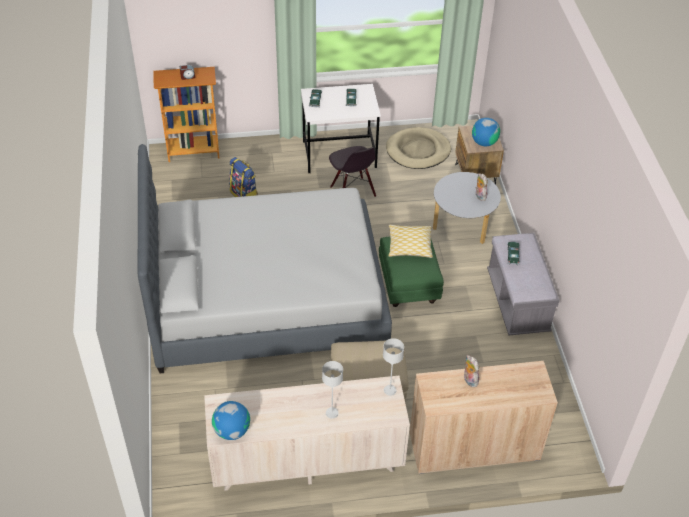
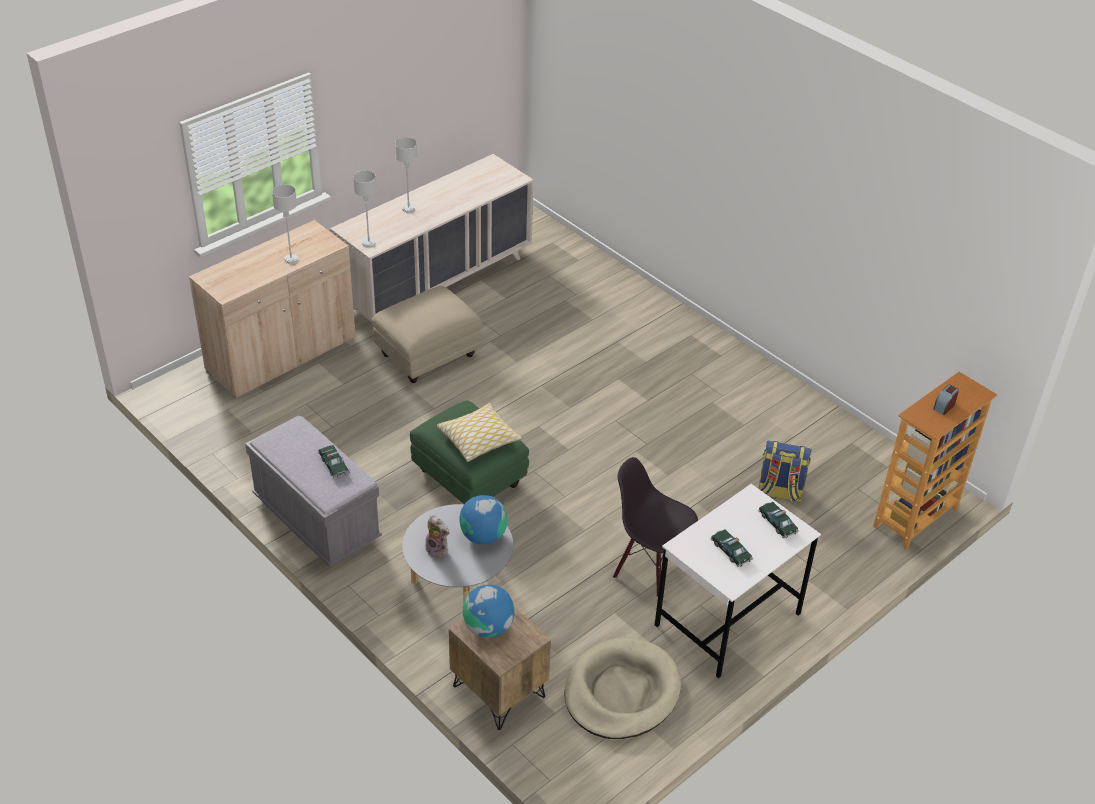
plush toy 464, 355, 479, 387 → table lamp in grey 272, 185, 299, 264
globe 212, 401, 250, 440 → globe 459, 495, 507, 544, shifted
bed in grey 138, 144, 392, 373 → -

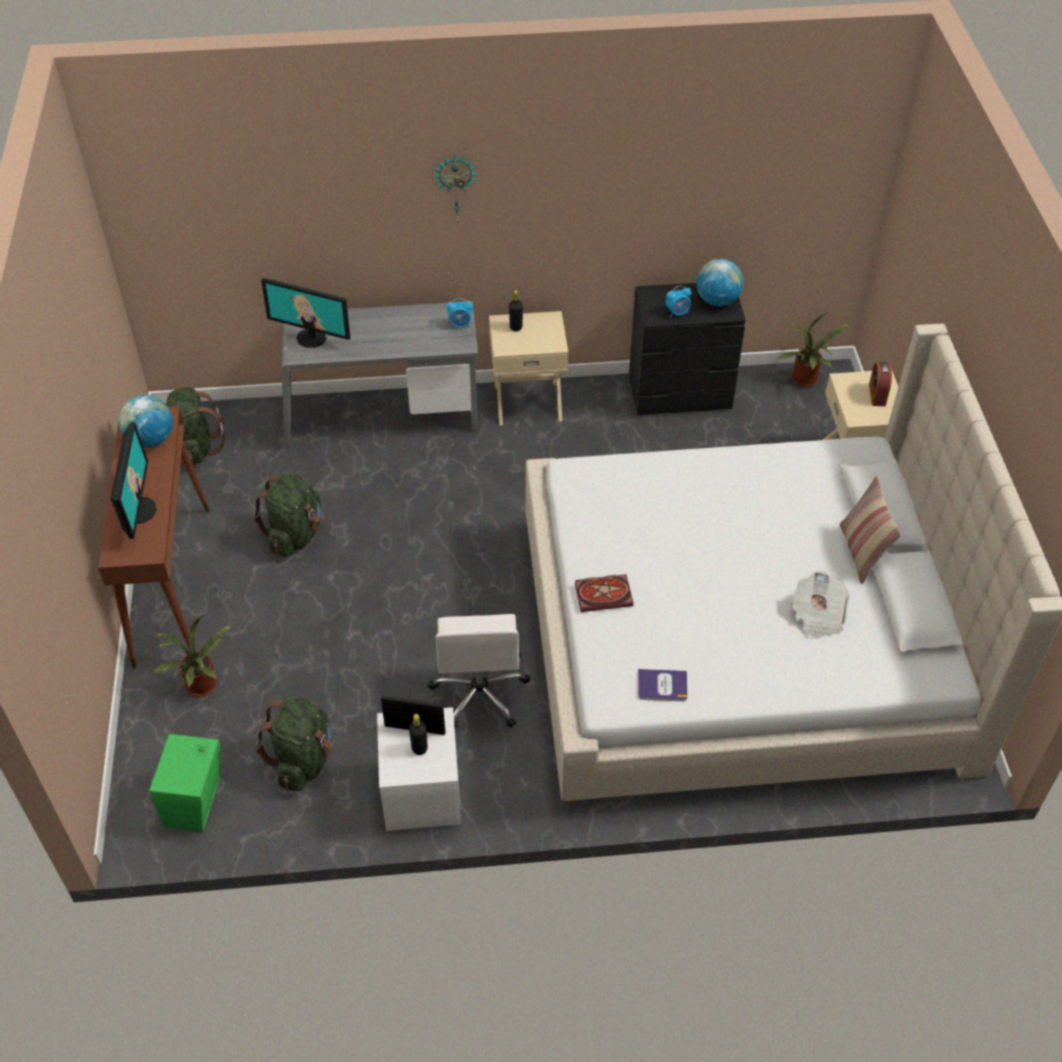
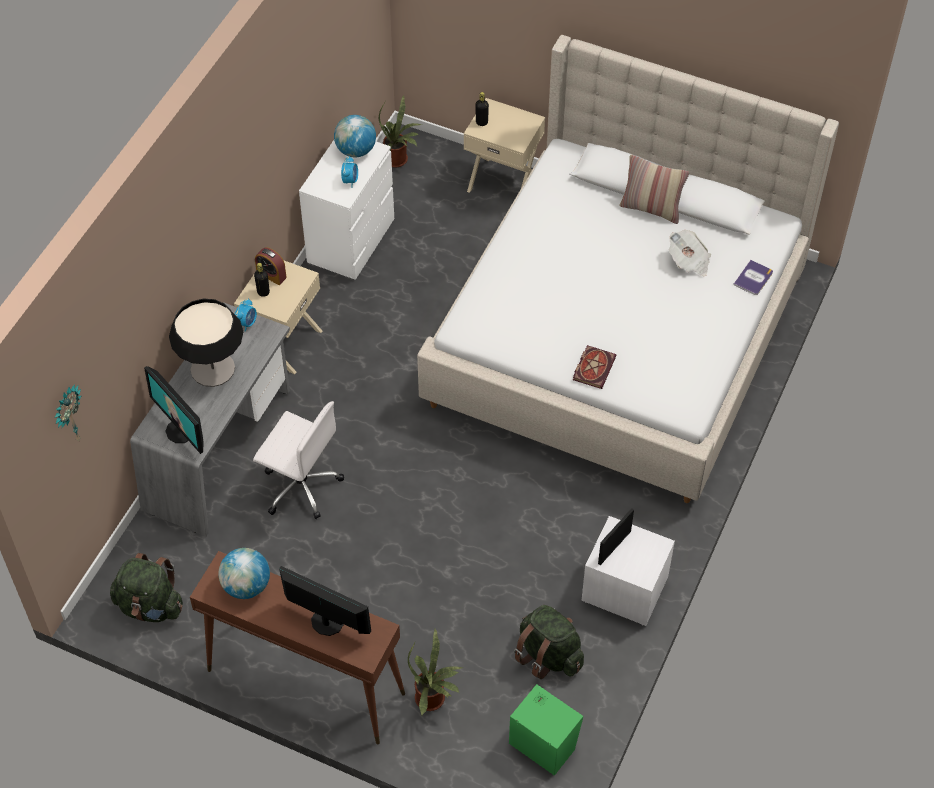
wall clock 433, 155, 478, 224 → wall clock 55, 384, 82, 441, shifted
monitor 261, 278, 350, 348 → monitor 144, 366, 204, 454, 90 degrees clockwise
- → table lamp 169, 298, 243, 387
office chair in white 428, 614, 530, 729 → office chair in white 253, 401, 344, 519, shifted
alarm clock 869, 362, 892, 406 → alarm clock 255, 247, 287, 285, shifted
dresser in black 629, 283, 746, 415 → dresser in white 299, 140, 394, 280
bottle in black 409, 714, 428, 755 → bottle in black 475, 92, 489, 126, shifted
book 638, 669, 688, 701 → book 733, 260, 773, 295, shifted
backpack in green 254, 473, 322, 557 → -

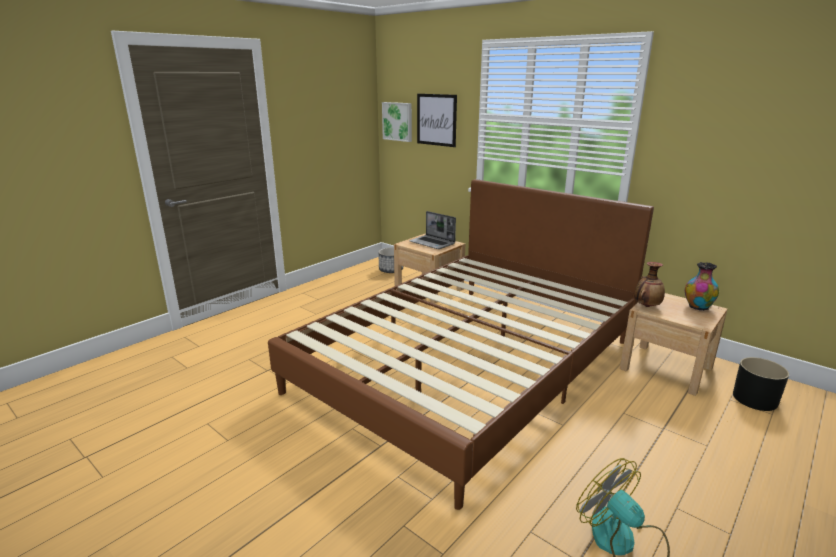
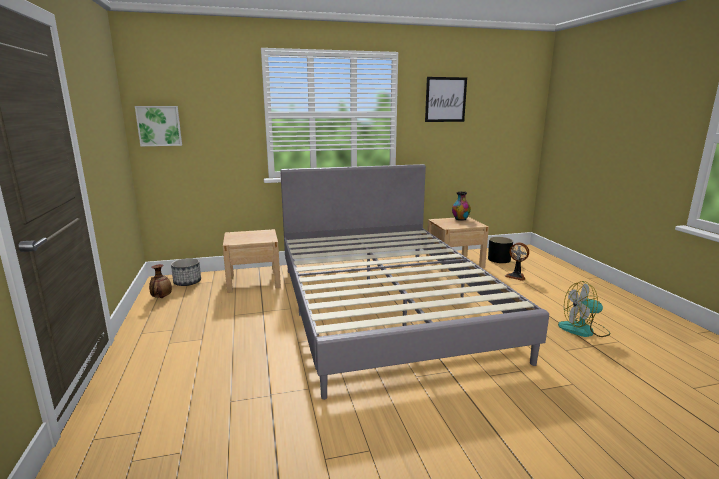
vase 634, 262, 665, 307 → vase 149, 264, 172, 298, shifted
bed in brown 268, 179, 654, 510 → bed in grey 280, 164, 549, 400
picture 417, 94, 457, 147 → picture 425, 77, 467, 122, shifted
- → fan 505, 242, 529, 281
laptop 409, 211, 456, 249 → -

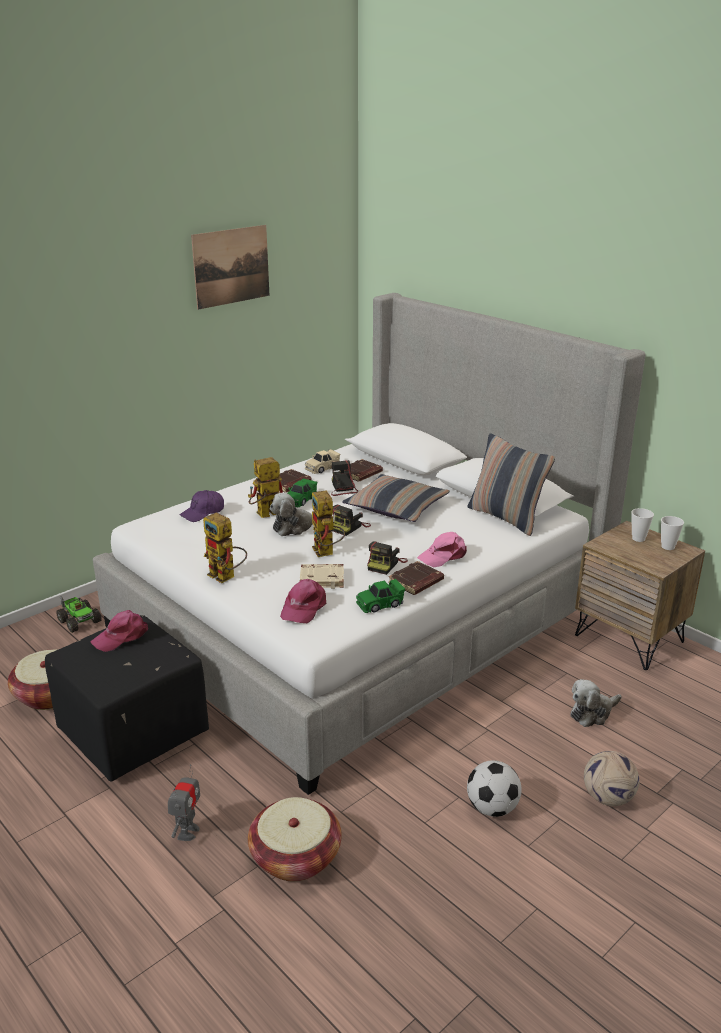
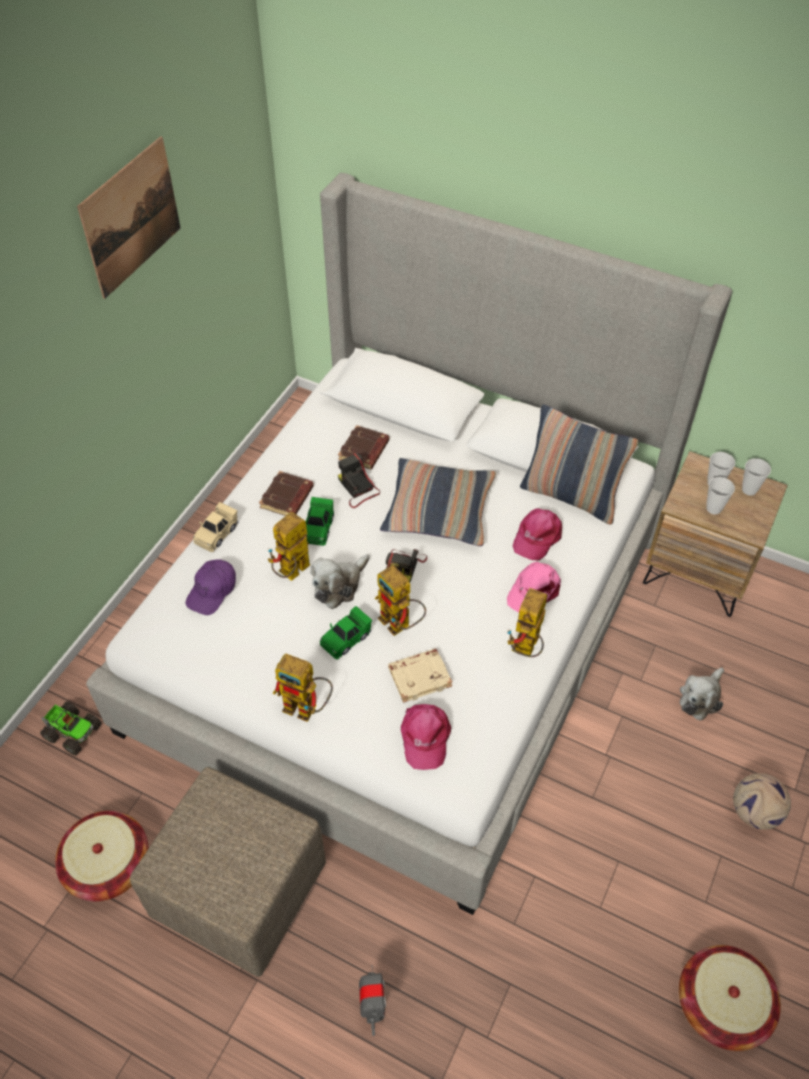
ottoman in black 45, 615, 209, 781 → ottoman in beige 130, 767, 326, 977
toy car in beige 305, 449, 340, 474 → toy car in beige 193, 502, 238, 552, shifted
toy car in green 356, 579, 405, 613 → toy car in green 320, 606, 372, 659, shifted
book in brown 388, 561, 444, 595 → toy robot 507, 588, 548, 657
cap in pink 90, 610, 148, 652 → cap in pink 513, 508, 562, 560, shifted
basket 248, 797, 342, 882 → basket 679, 945, 781, 1051, shifted
- → cup 706, 477, 735, 515
photo camera 367, 542, 408, 575 → -
football 467, 760, 522, 817 → -

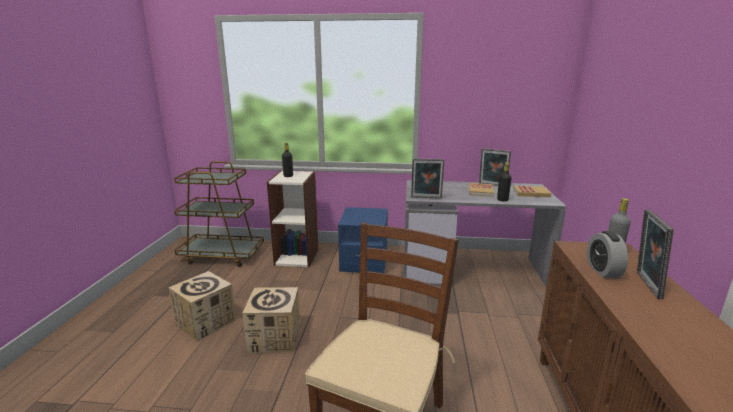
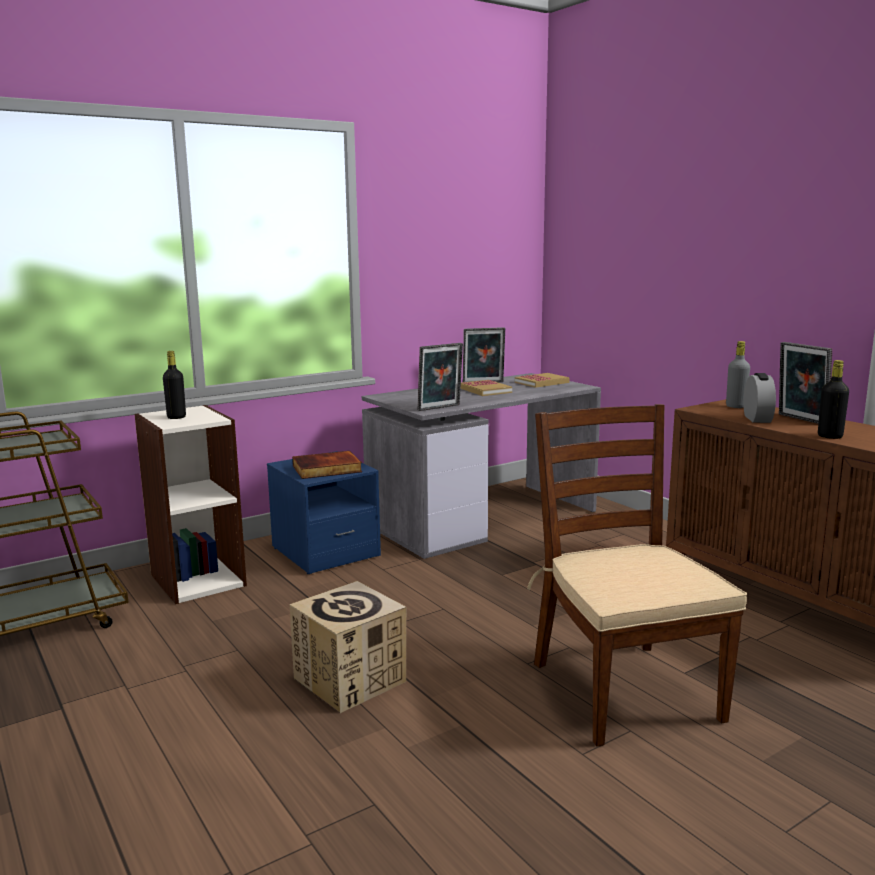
- → book 292, 451, 362, 479
alarm clock 587, 231, 628, 278 → alarm clock 743, 373, 776, 423, 135 degrees counterclockwise
bottle in black 497, 162, 512, 202 → bottle in black 818, 360, 849, 439, shifted
cardboard box 169, 271, 236, 341 → -

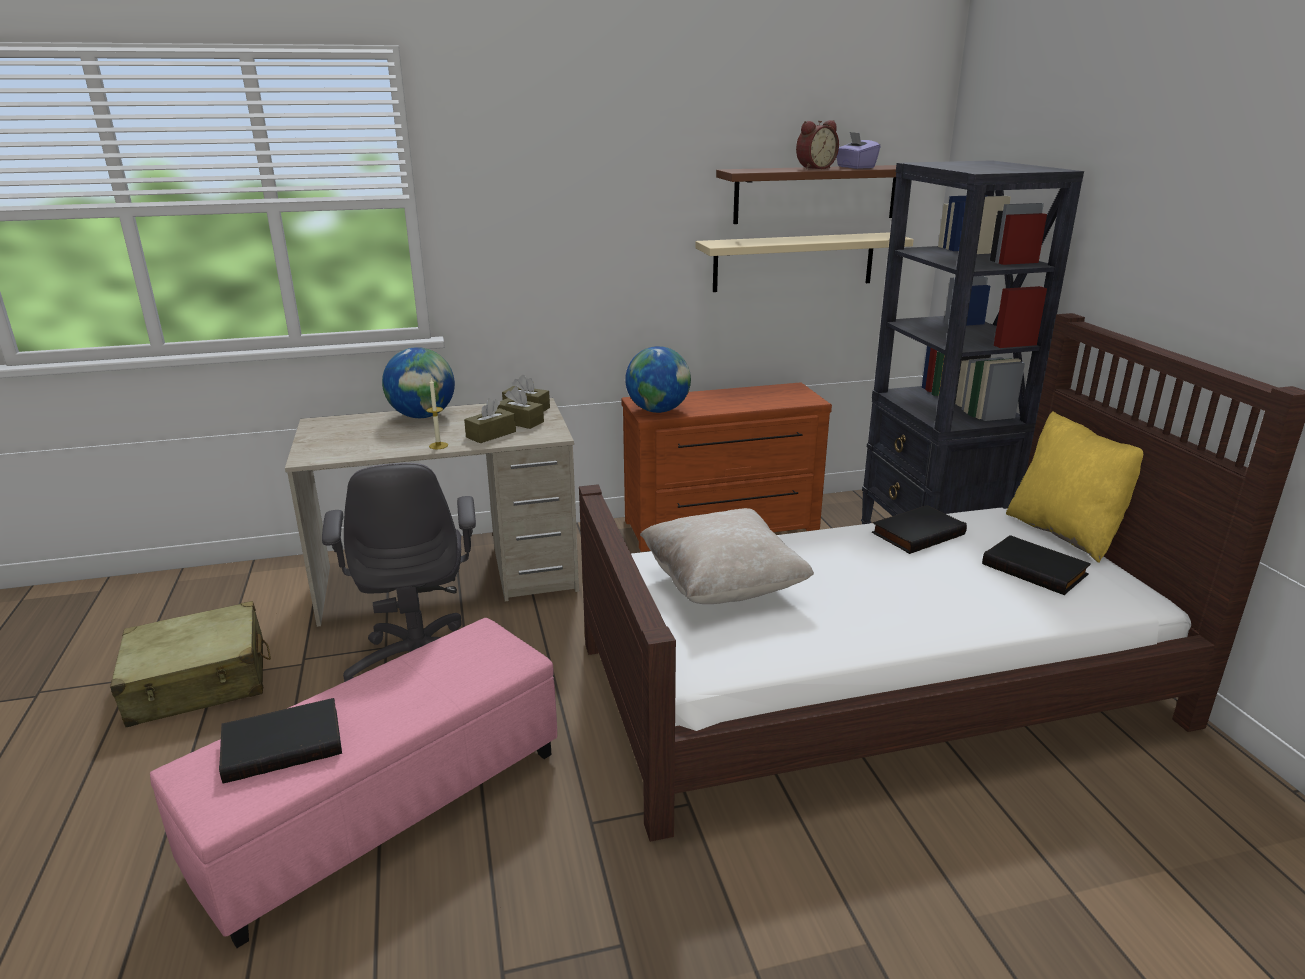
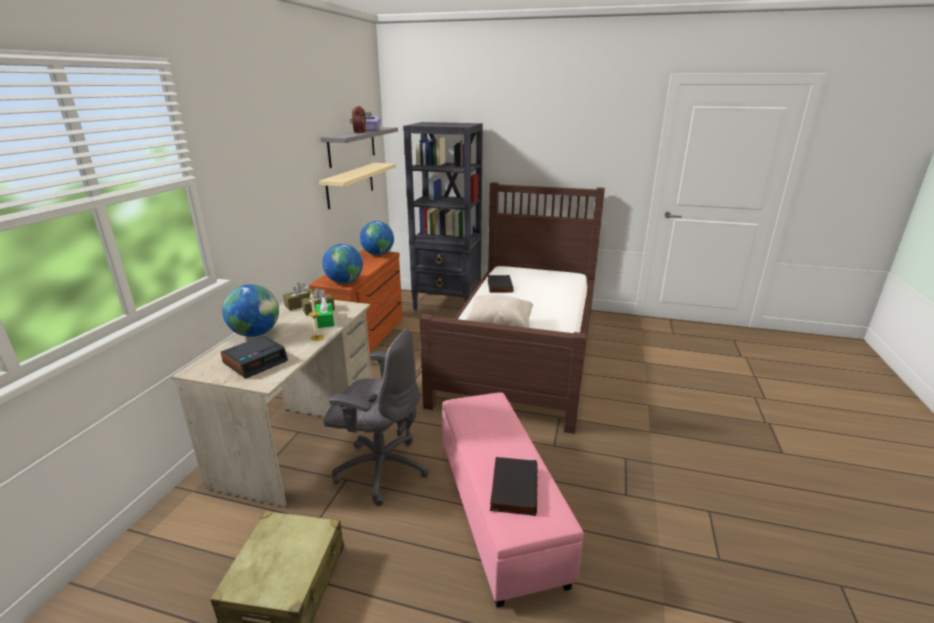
- → alarm clock 221, 336, 288, 378
tissue box in brown 464, 398, 516, 443 → tissue box in green 315, 297, 334, 328
shelf in brown 716, 165, 896, 224 → shelf in grey 320, 127, 398, 168
- → globe 360, 221, 394, 255
book in black 982, 535, 1091, 595 → -
pillow in yellow 1006, 411, 1143, 563 → -

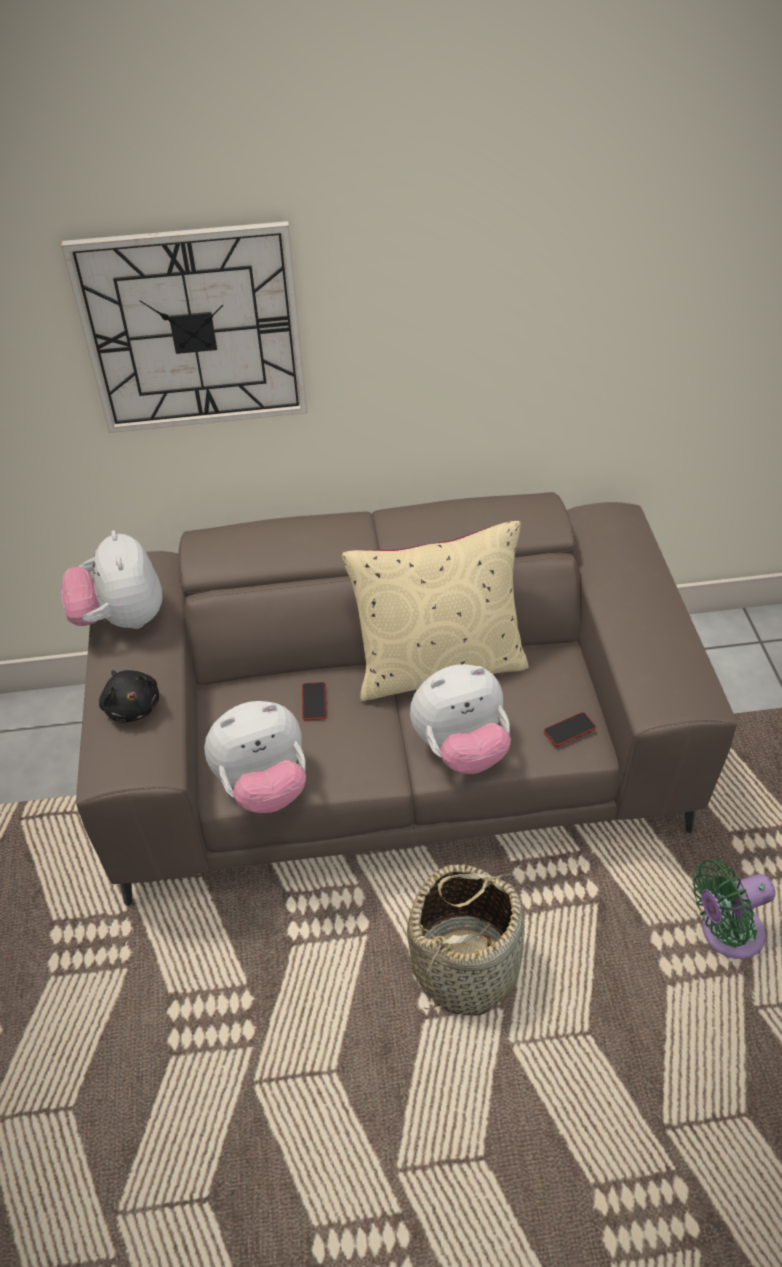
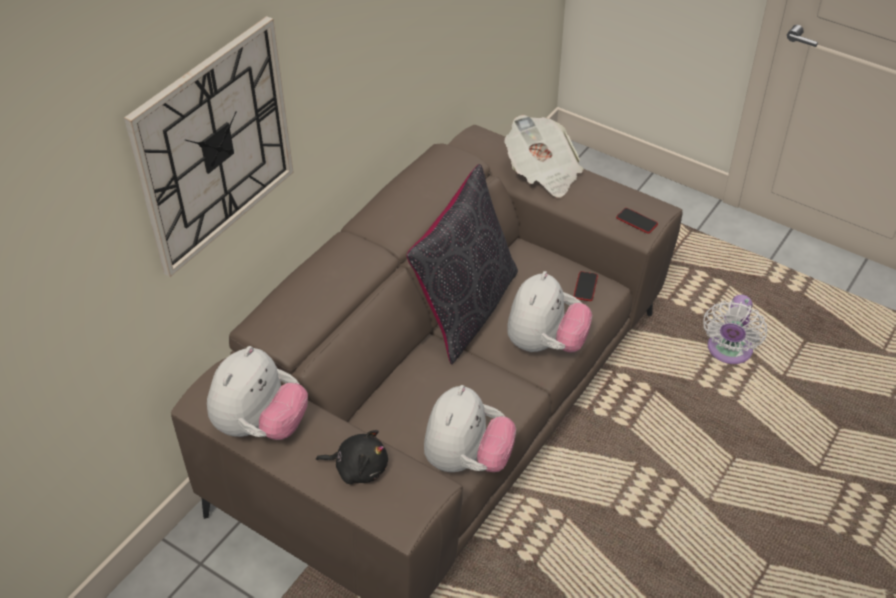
plush toy 62, 530, 163, 629 → plush toy 207, 346, 308, 440, 90 degrees counterclockwise
pillow in beige 342, 521, 529, 701 → pillow in black 407, 164, 518, 364
- → newspaper 504, 115, 583, 197
phone 302, 682, 327, 720 → phone 616, 208, 658, 234, shifted
fan in green 693, 860, 775, 959 → fan in white 703, 295, 767, 364
basket 407, 864, 524, 1016 → -

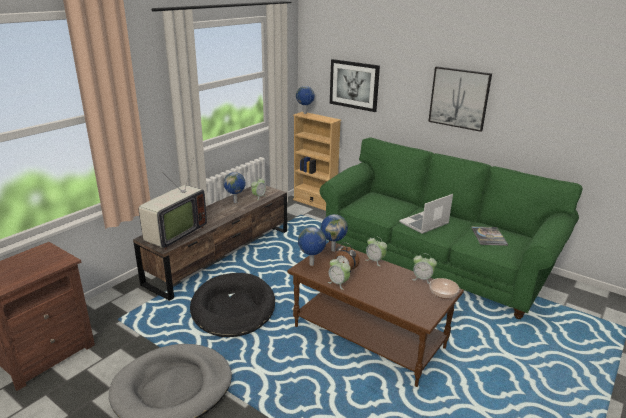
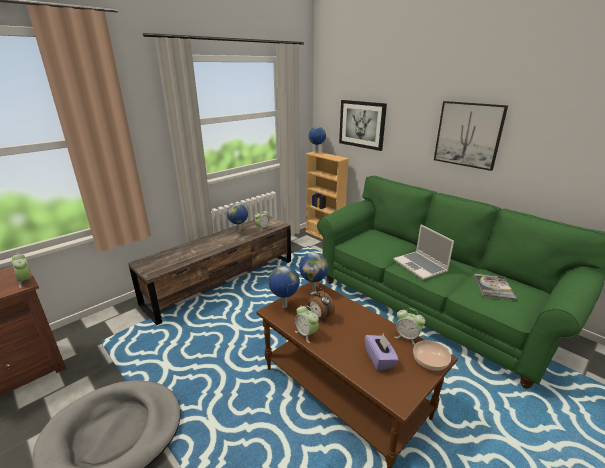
alarm clock 366, 236, 387, 266 → alarm clock 12, 253, 31, 288, shifted
- → tissue box in purple 365, 333, 399, 371
laptop 399, 194, 453, 234 → laptop 393, 224, 454, 280, 90 degrees counterclockwise
television 138, 157, 207, 250 → -
dog bed in black 190, 273, 275, 337 → -

